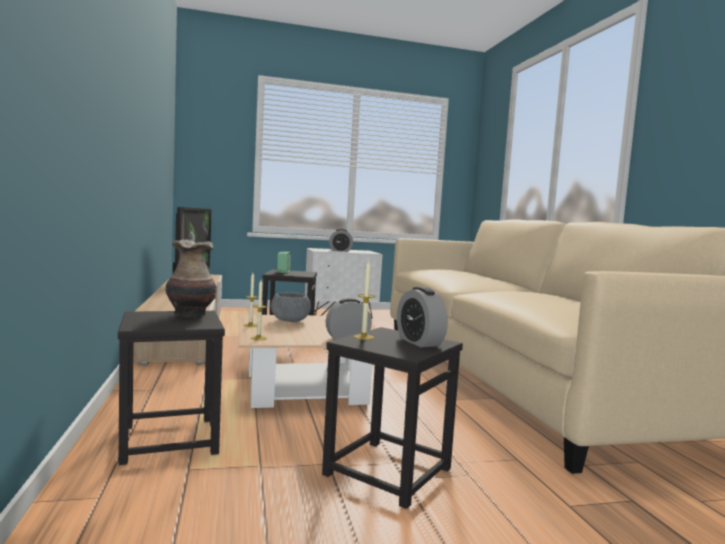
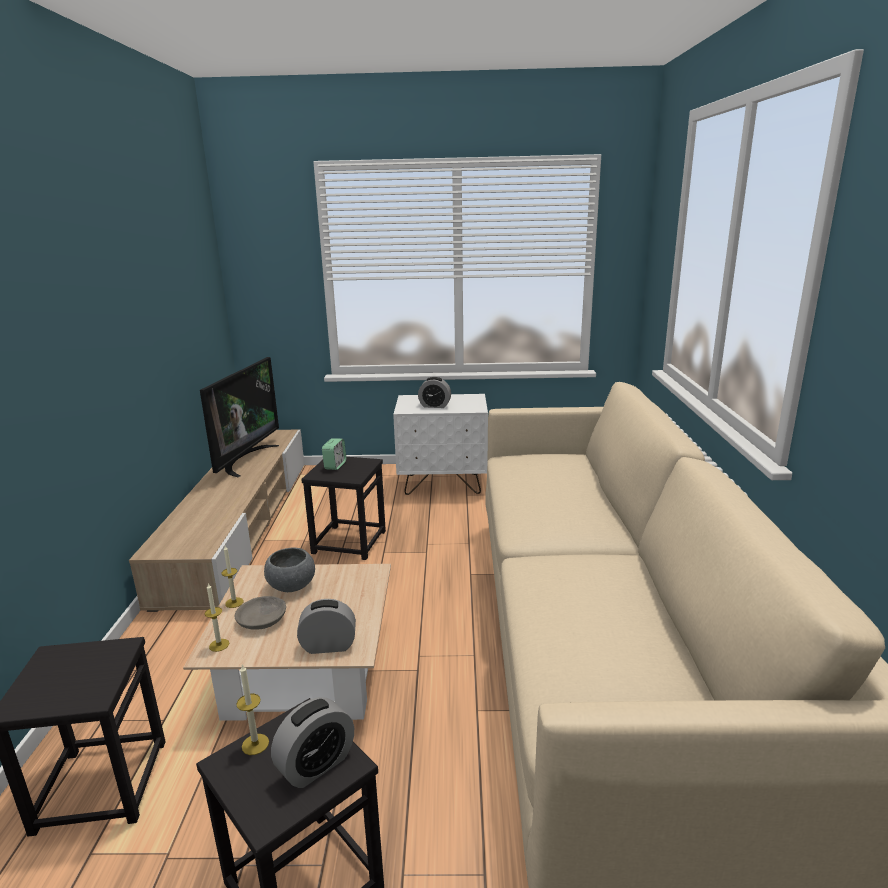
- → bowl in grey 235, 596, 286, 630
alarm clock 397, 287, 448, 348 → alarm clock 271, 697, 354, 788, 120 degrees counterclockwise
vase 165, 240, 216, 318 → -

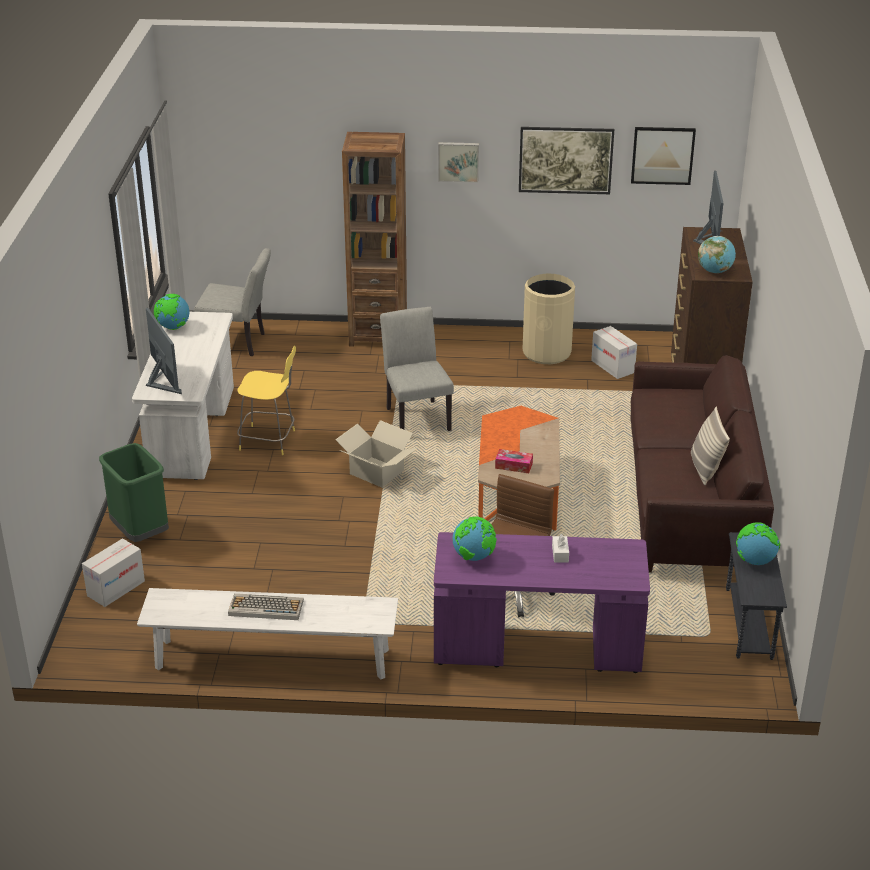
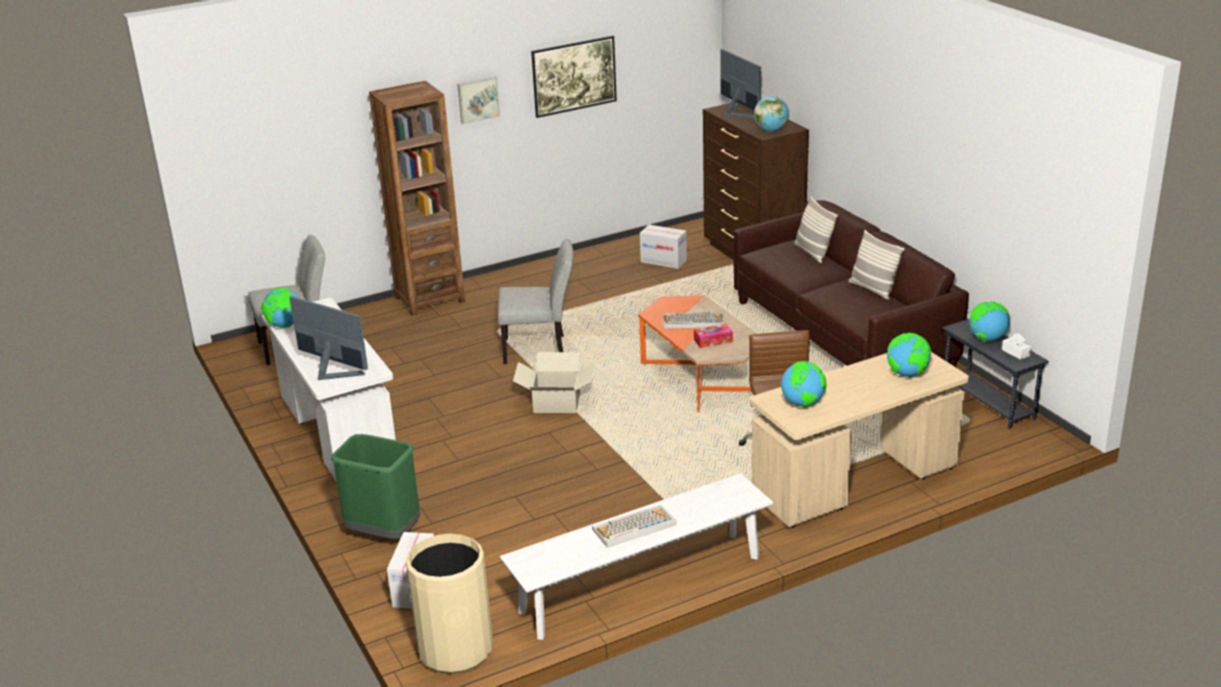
trash can in beige 523, 274, 575, 364 → trash can in beige 406, 534, 493, 674, shifted
chair in grey 380, 307, 454, 431 → chair in grey 498, 239, 574, 364, 135 degrees clockwise
- → keyboard 663, 312, 725, 329
desk in purple 434, 532, 650, 673 → desk in beige 749, 352, 969, 528
- → pillow 794, 196, 838, 263
- → globe 887, 333, 931, 377
tissue box in white 552, 534, 569, 562 → tissue box in white 1002, 333, 1031, 360, shifted
stool in yellow 237, 346, 296, 455 → -
picture 631, 127, 696, 185 → -

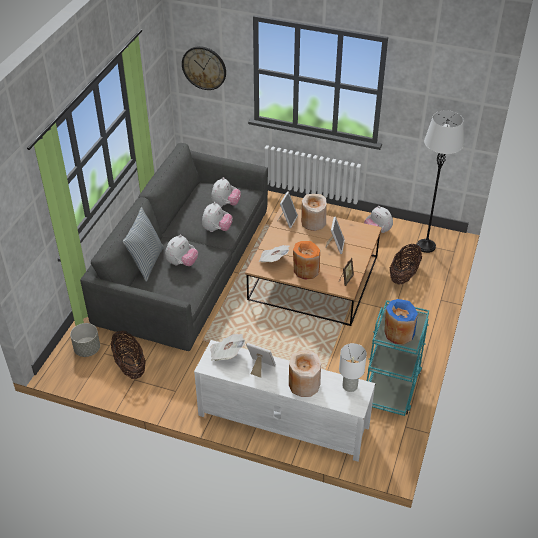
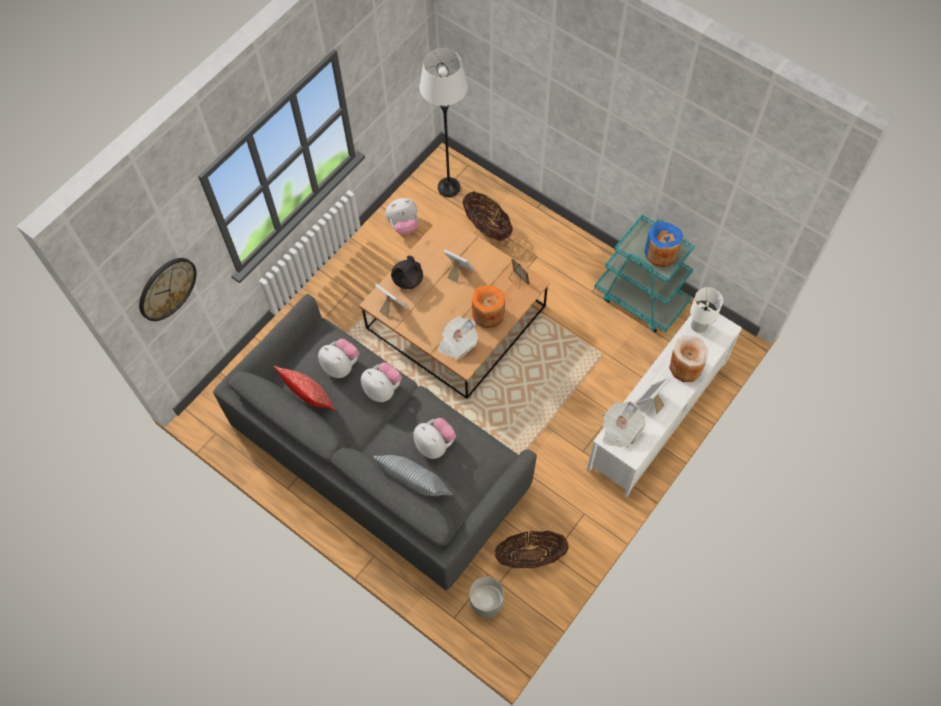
- → pillow 274, 366, 336, 411
vase in beige 301, 194, 327, 231 → teapot in black 391, 256, 423, 289

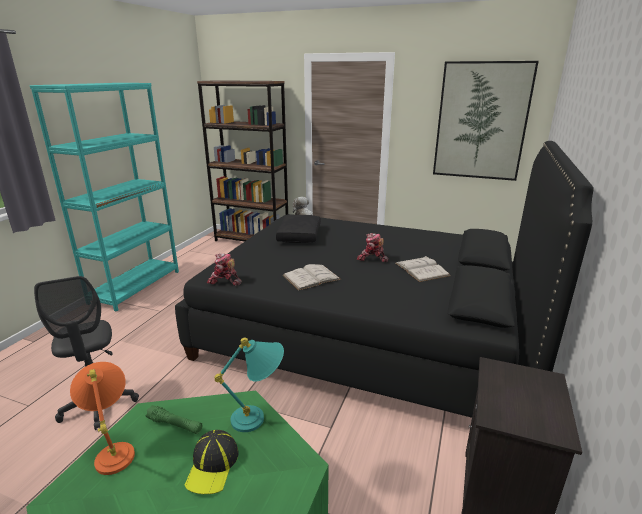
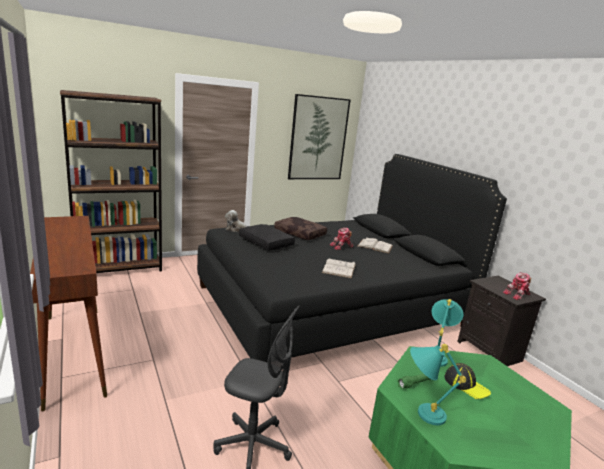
bookcase in turquoise 30, 83, 179, 312 → console table in brown 30, 216, 107, 411
- → pillow in brown 274, 217, 327, 240
table lamp in orange 70, 362, 135, 475 → table lamp in turquoise 410, 344, 466, 425
toy robot 207, 253, 241, 286 → toy robot 503, 272, 531, 300, shifted

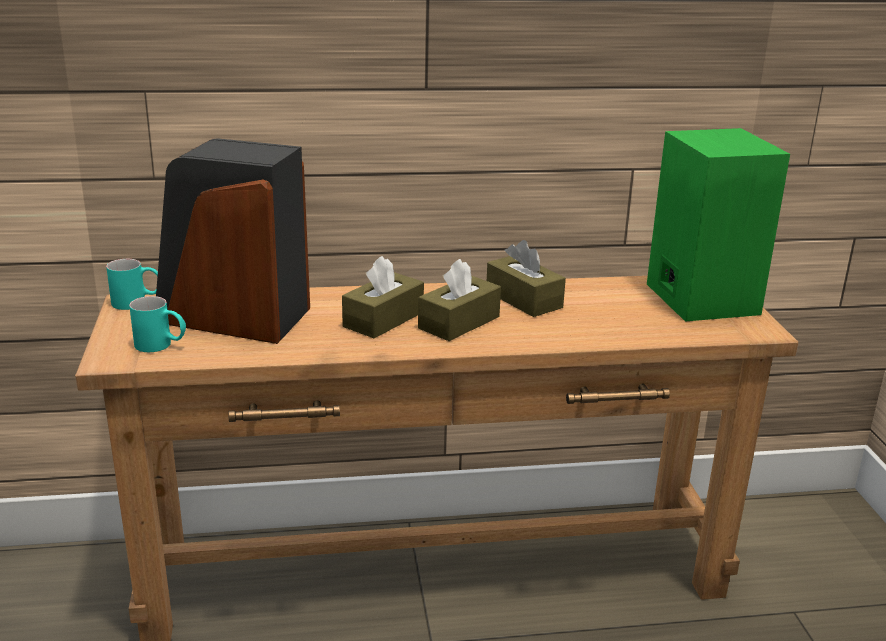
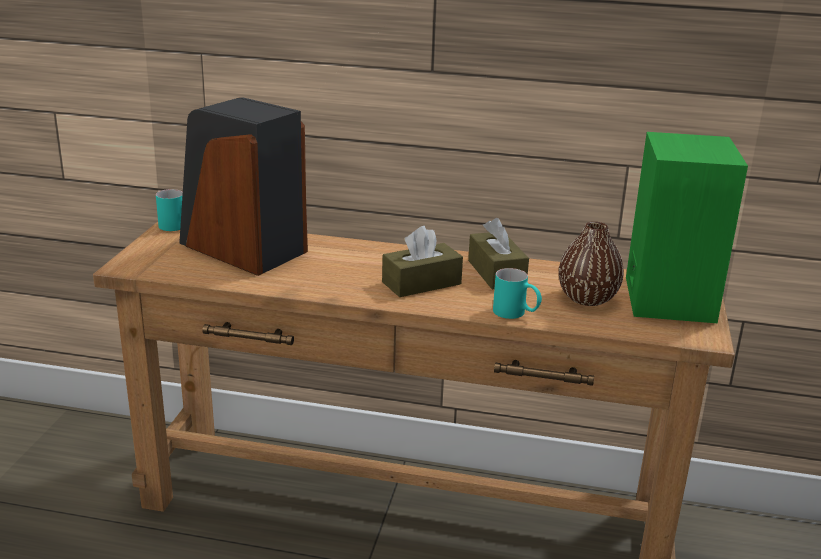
mug in turquoise 129, 296, 186, 352 → mug in turquoise 493, 268, 542, 319, shifted
- → vase in brown 559, 222, 624, 306
tissue box in brown 342, 256, 424, 338 → -

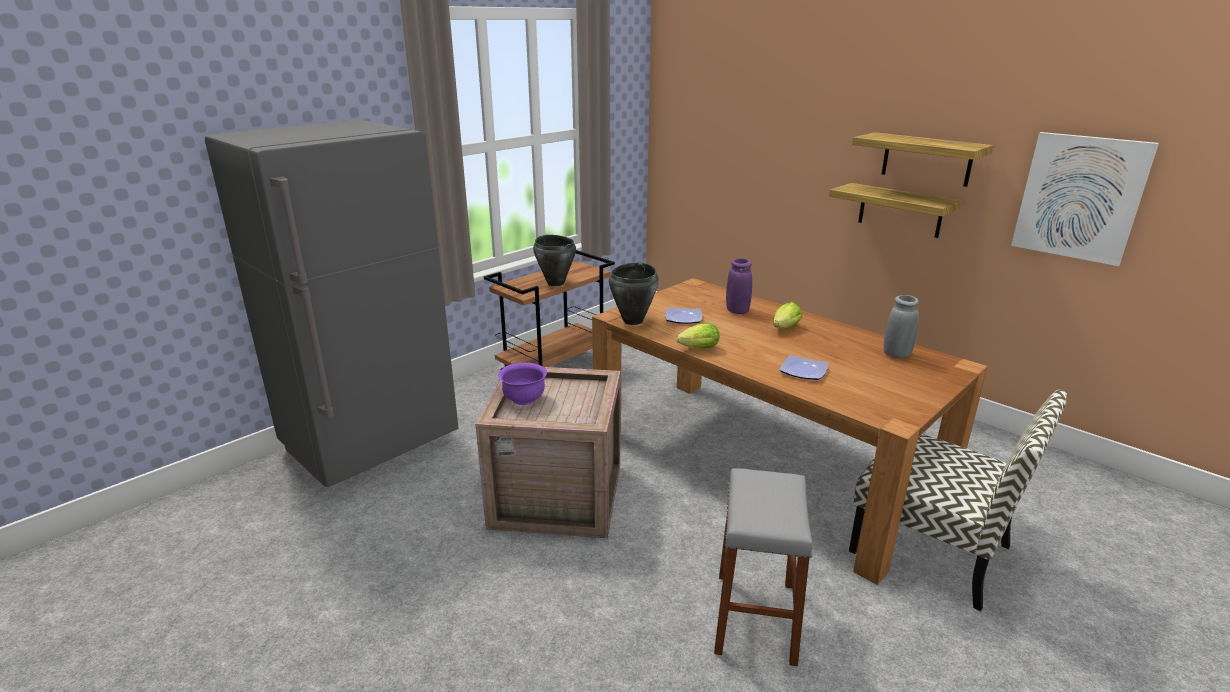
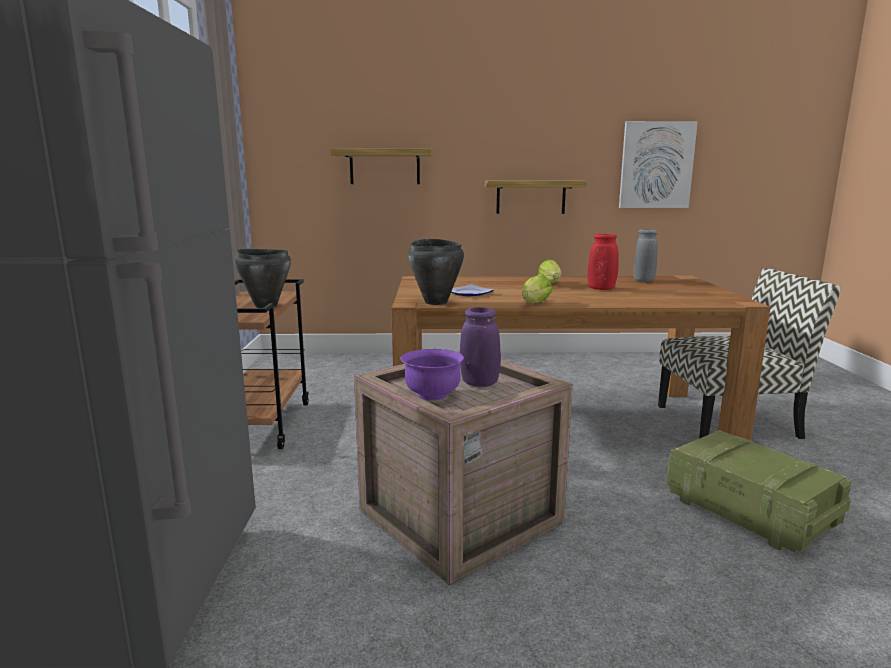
shelf 852, 132, 994, 187 → shelf 330, 149, 432, 184, shifted
vase in purple 726, 258, 752, 314 → vase in purple 460, 307, 501, 387, shifted
- → vase in red 588, 234, 619, 290
stool in grey 714, 468, 812, 666 → crate 667, 430, 851, 552
plate 780, 355, 828, 380 → -

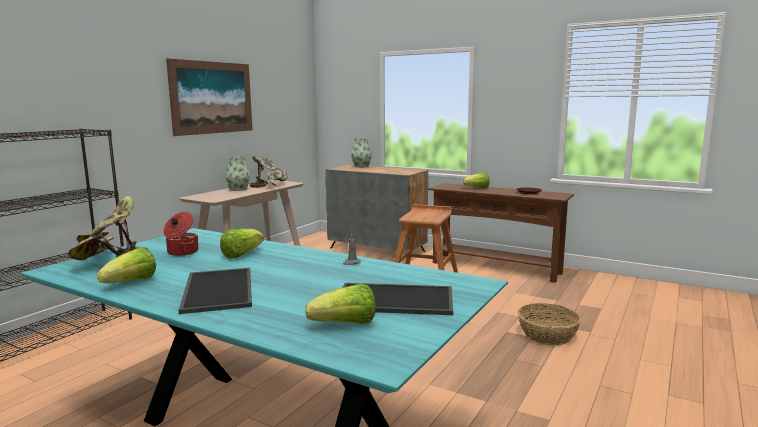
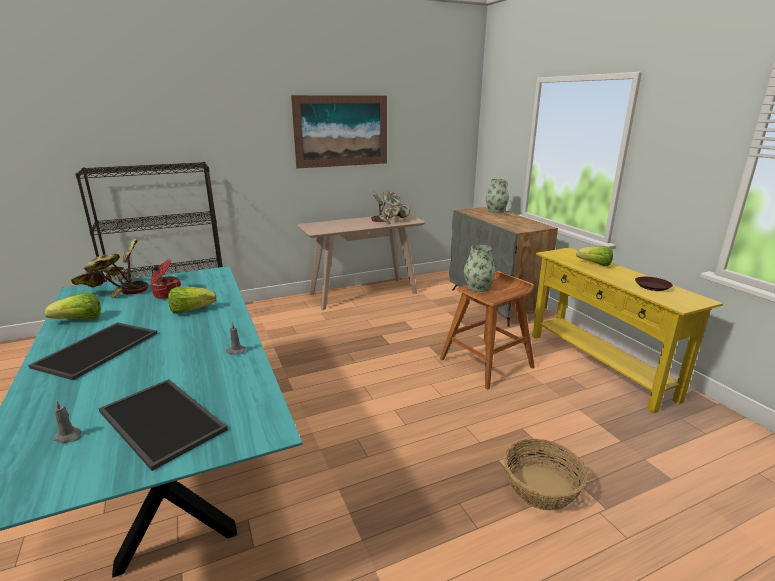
lettuce 305, 284, 376, 324 → candle in grey 53, 401, 81, 443
vase 225, 156, 250, 191 → vase 464, 245, 495, 292, shifted
console table in brown 428, 183, 574, 283 → console table in yellow 532, 247, 723, 414

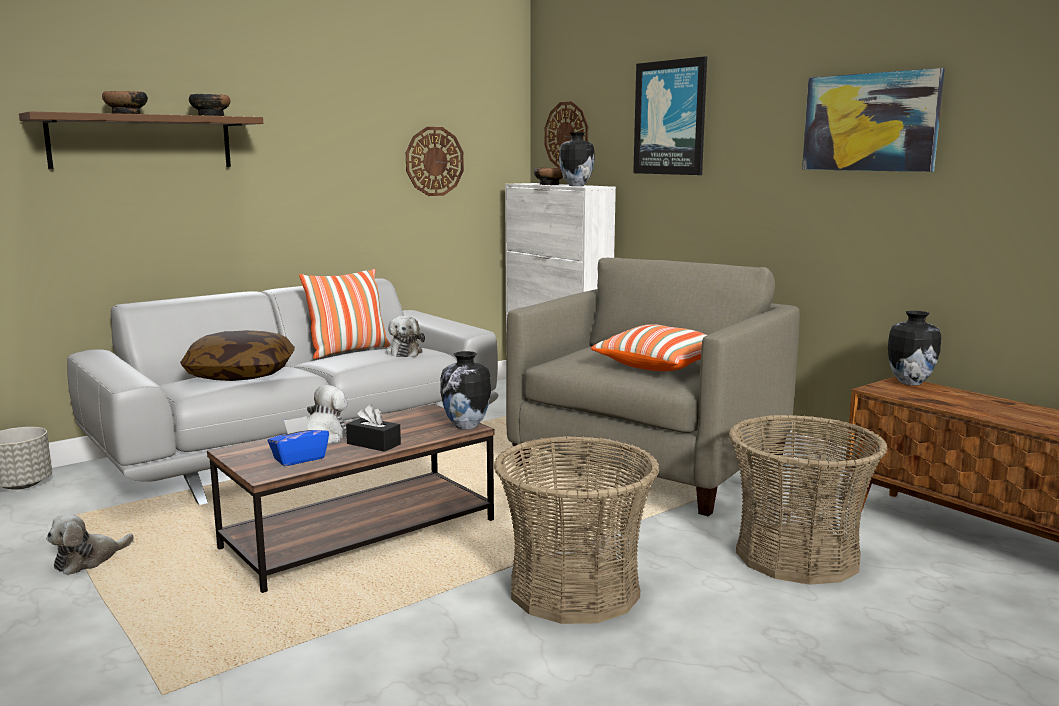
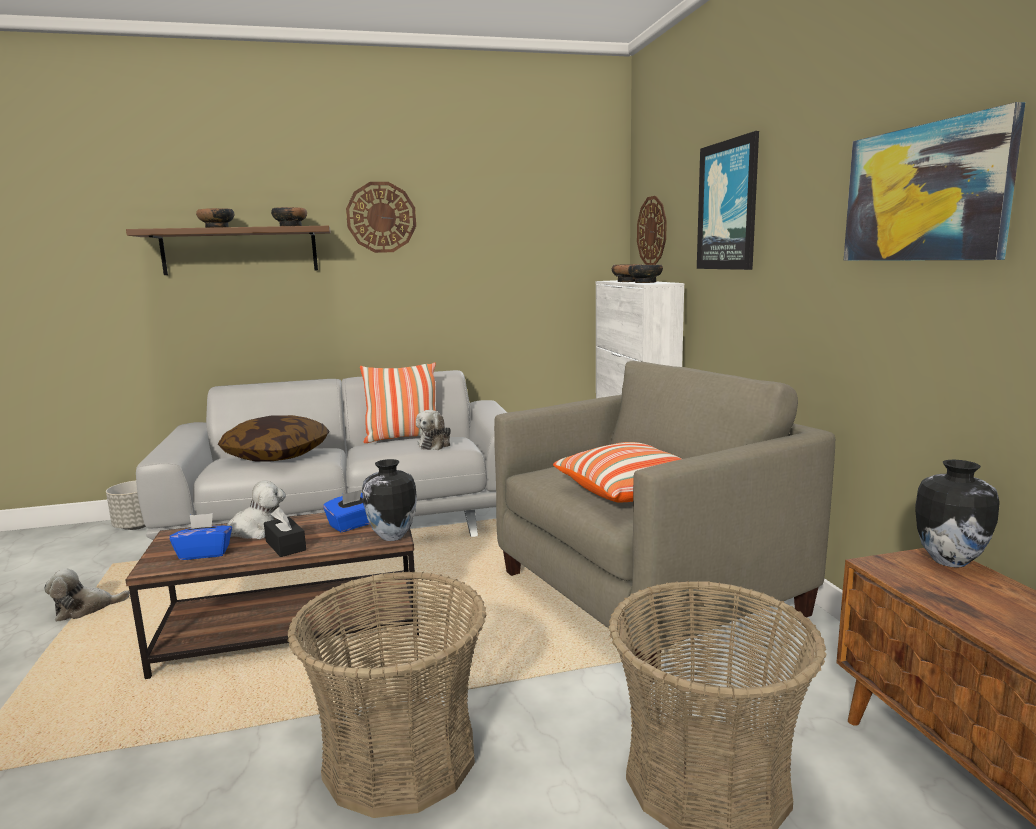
- → tissue box in blue 323, 490, 370, 532
wall clock 406, 127, 464, 196 → wall clock 346, 182, 416, 253, shifted
vase 559, 133, 594, 186 → bowl 628, 264, 663, 283

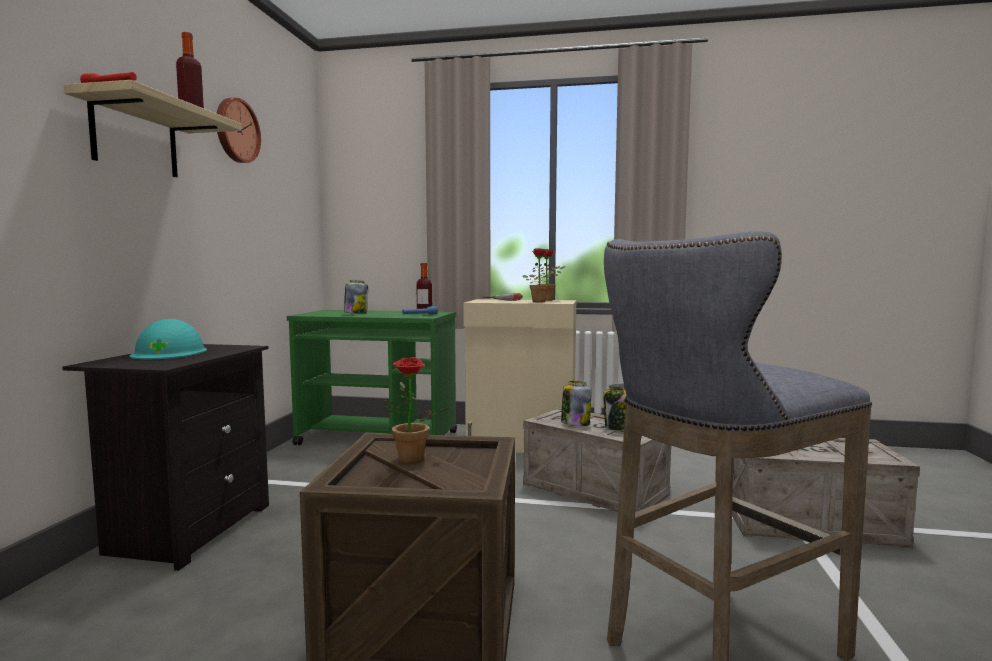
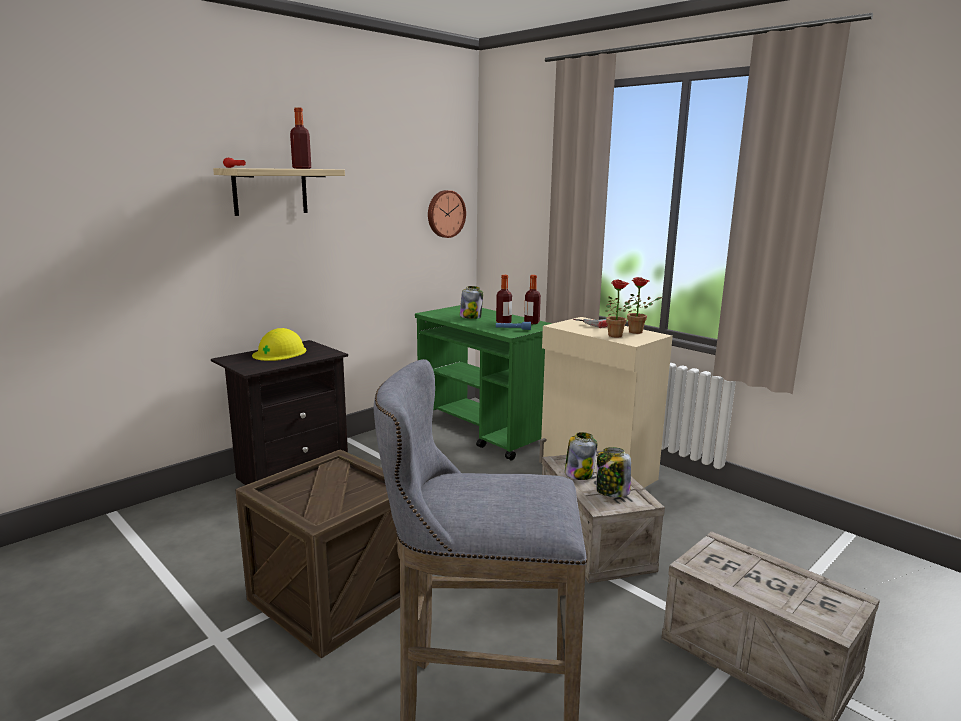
hard hat in turquoise 130, 319, 207, 359 → hard hat in yellow 252, 328, 306, 361
wall clock 217, 97, 261, 163 → wall clock 428, 190, 466, 238, shifted
- → bottle 496, 275, 512, 323
potted plant 382, 357, 448, 464 → -

